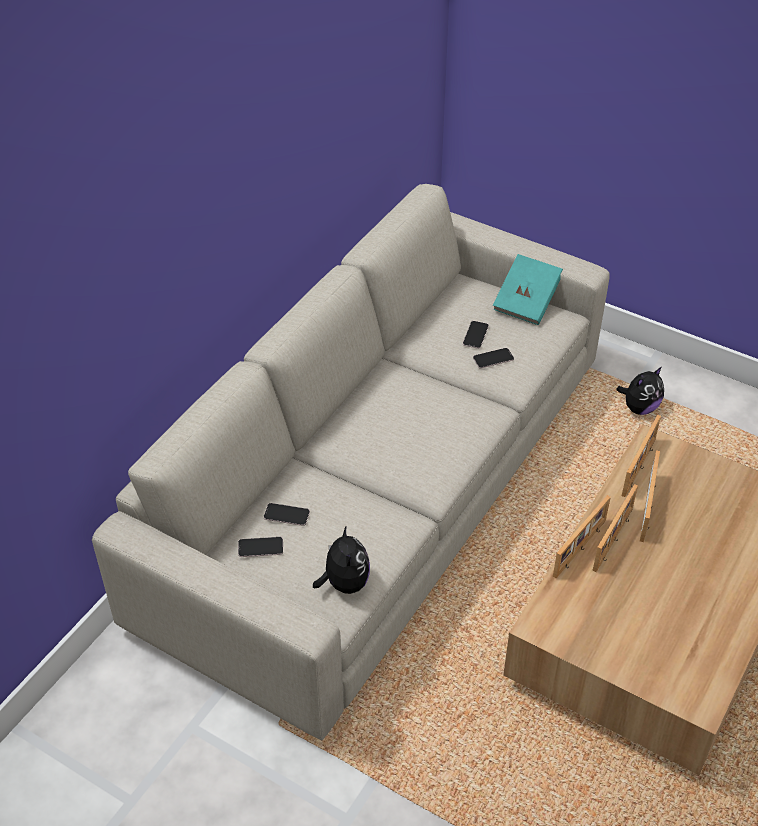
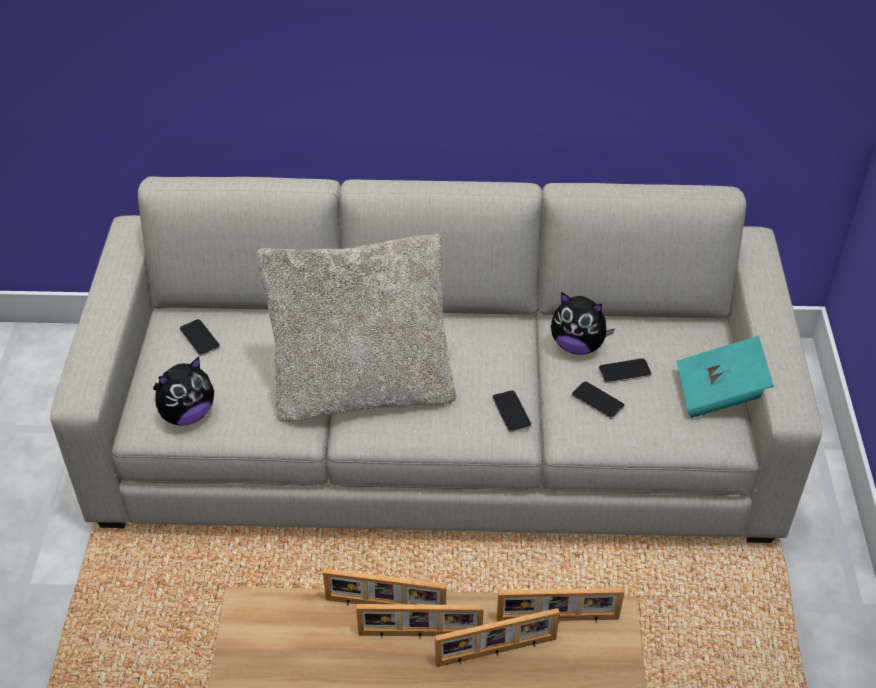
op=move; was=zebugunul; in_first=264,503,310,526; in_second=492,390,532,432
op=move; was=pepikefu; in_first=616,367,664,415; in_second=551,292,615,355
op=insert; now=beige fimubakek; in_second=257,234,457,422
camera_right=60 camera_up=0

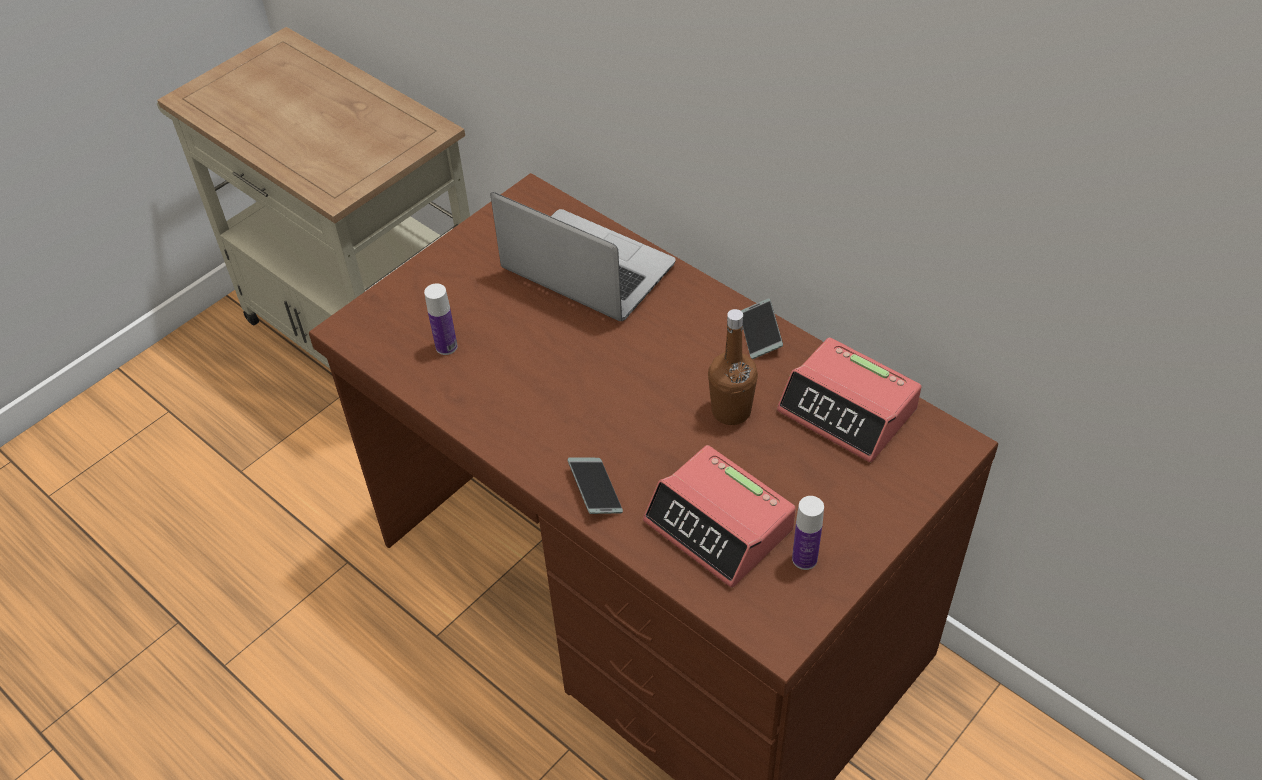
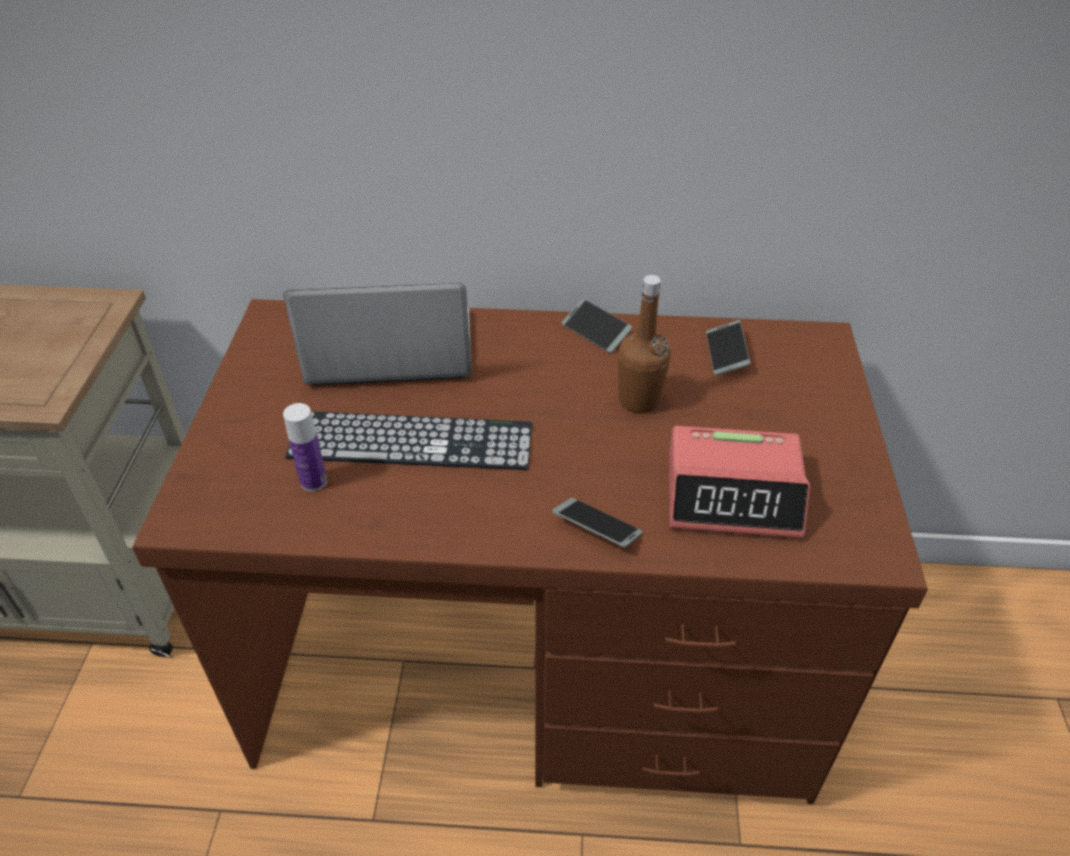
op=replace; was=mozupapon; now=zebugunul; in_first=777,337,921,463; in_second=706,320,750,376
op=delete; was=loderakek; in_first=792,496,824,570
op=insert; now=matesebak; in_second=285,411,532,470
camera_right=-40 camera_up=-5

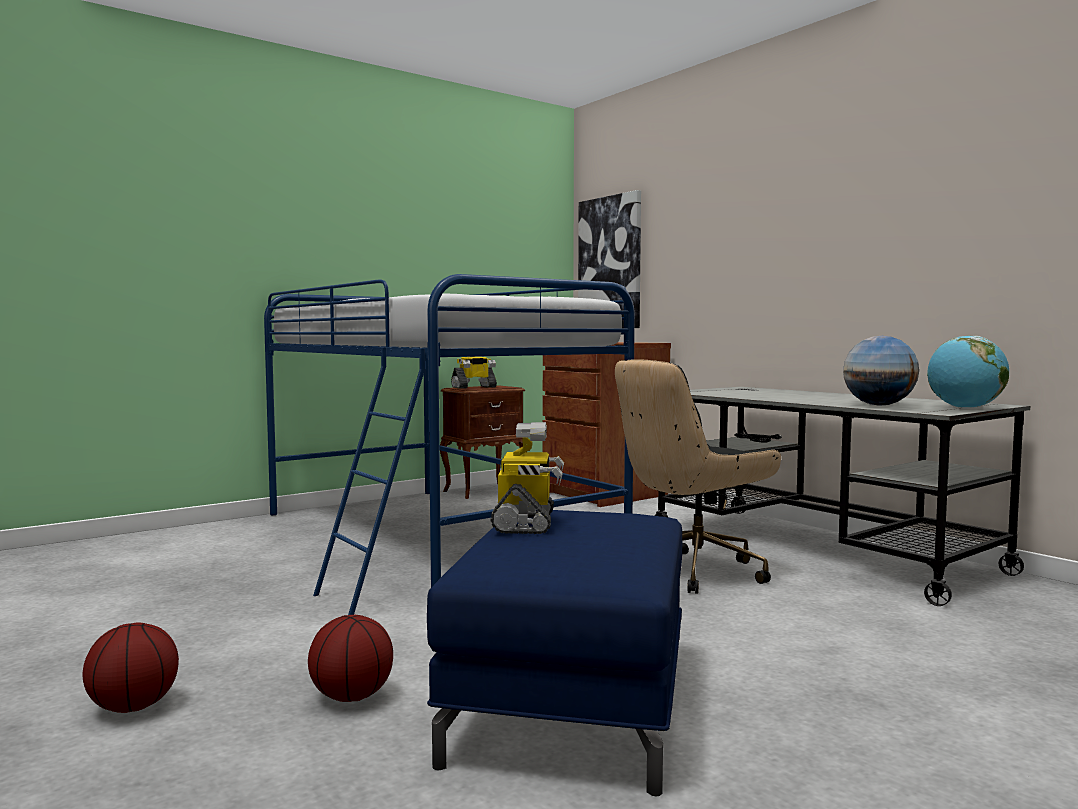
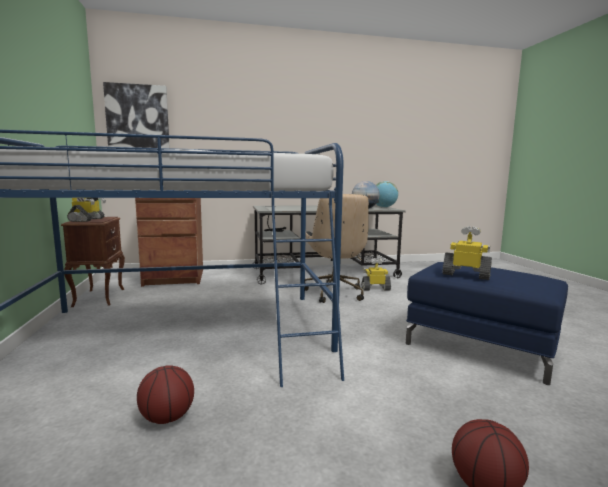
op=move; was=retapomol; in_first=308,615,393,702; in_second=137,365,194,424
op=insert; now=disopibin; in_second=361,258,391,291
camera_right=-65 camera_up=5

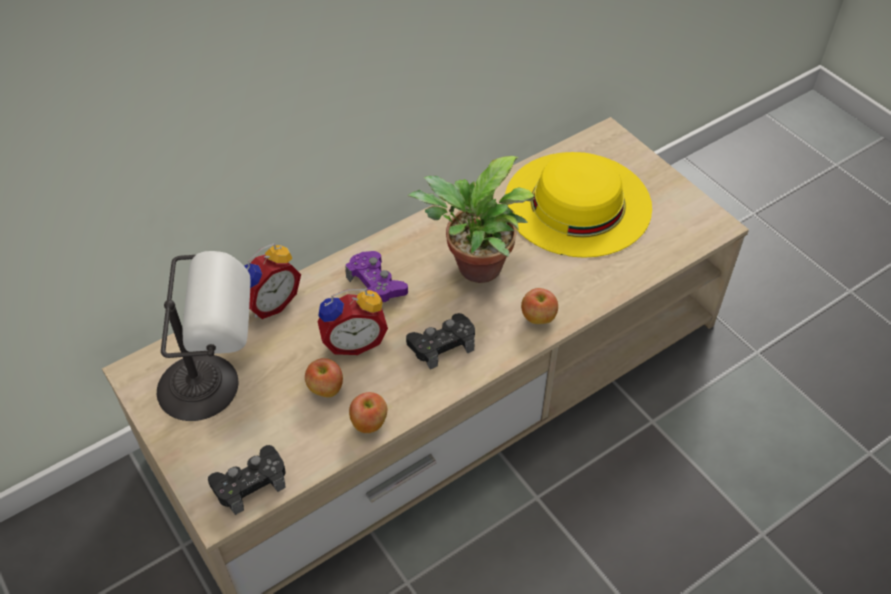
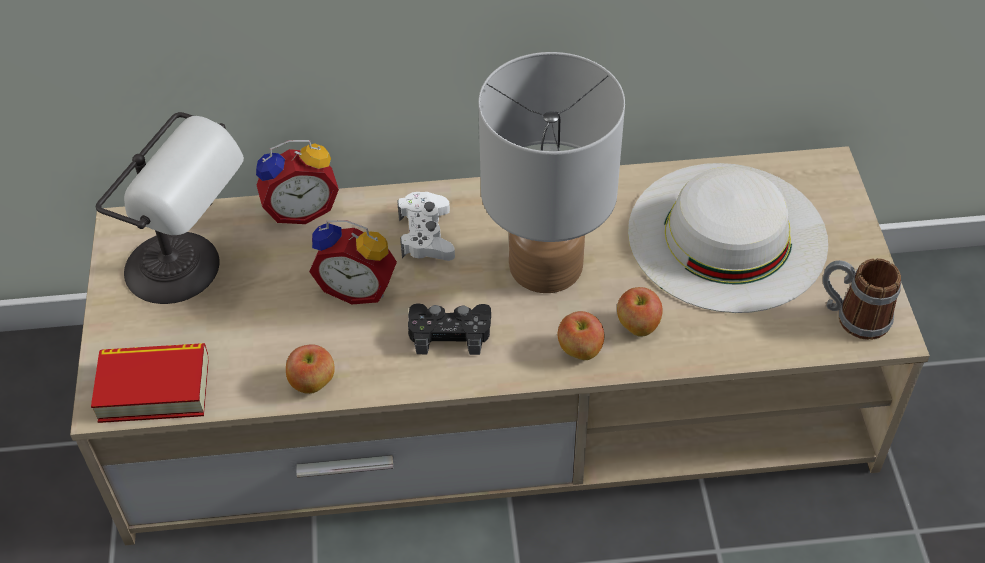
op=replace; was=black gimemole; now=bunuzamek; in_first=208,445,286,515; in_second=91,343,209,423
op=move; was=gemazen; in_first=305,358,343,398; in_second=617,287,663,337
op=recolor; was=purple gimemole; now=white gimemole; in_first=345,251,408,302; in_second=398,192,455,261
op=replace; was=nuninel; now=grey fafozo; in_first=407,156,535,283; in_second=478,52,625,293
op=recolor; was=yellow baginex; now=white baginex; in_first=505,152,652,258; in_second=628,163,828,313
op=insert; now=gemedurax; in_second=823,258,901,340
camera_right=30 camera_up=0

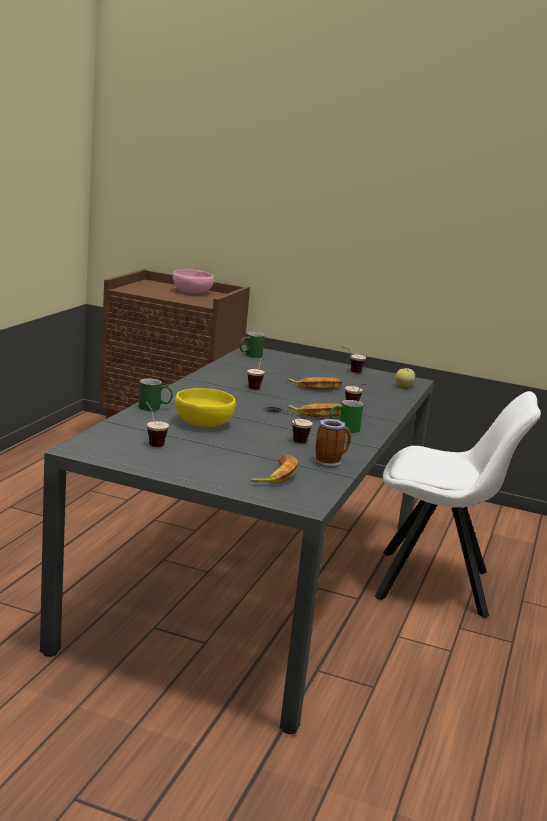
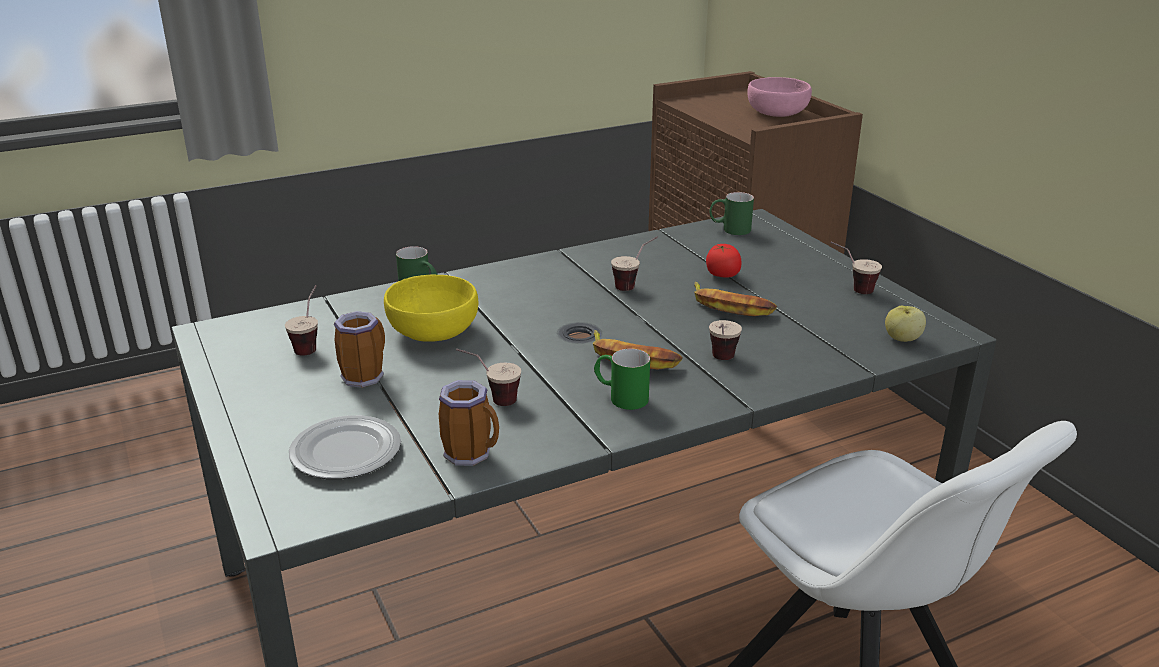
op=replace; was=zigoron; now=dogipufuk; in_first=251,455,298,484; in_second=289,415,401,479
op=insert; now=gemedurax; in_second=334,311,385,388
op=insert; now=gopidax; in_second=706,244,741,278
camera_right=45 camera_up=10

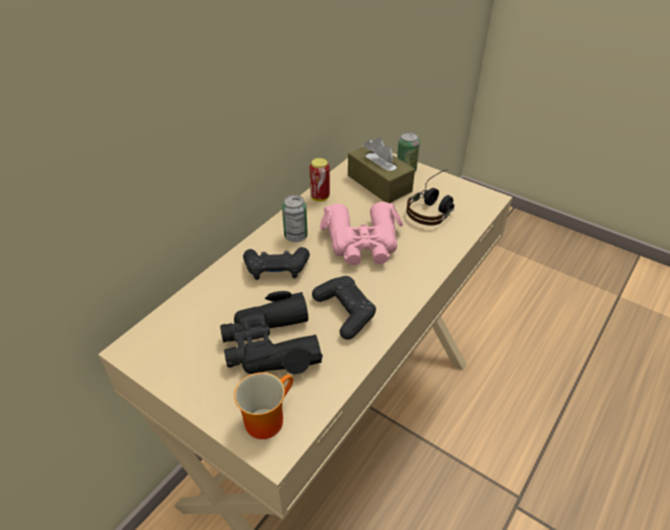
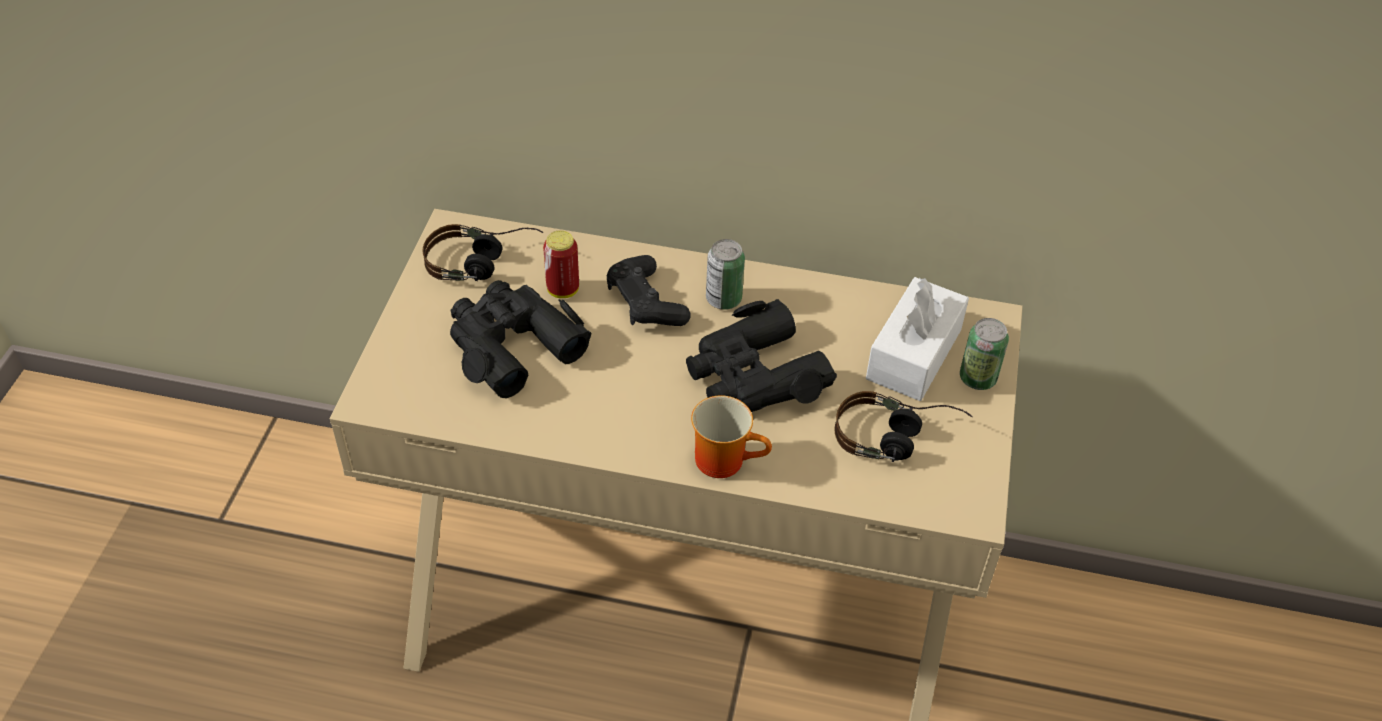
op=move; was=gemedurax; in_first=234,372,293,439; in_second=691,395,772,478
op=move; was=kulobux; in_first=310,158,330,202; in_second=543,230,579,298
op=delete; was=black gimemole; in_first=312,276,376,340
op=recolor; was=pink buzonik; now=black buzonik; in_first=320,202,403,265; in_second=686,299,837,412
op=recolor; was=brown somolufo; now=white somolufo; in_first=348,137,415,203; in_second=866,277,969,401
op=insert; now=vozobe; in_second=423,224,544,281
camera_right=65 camera_up=5

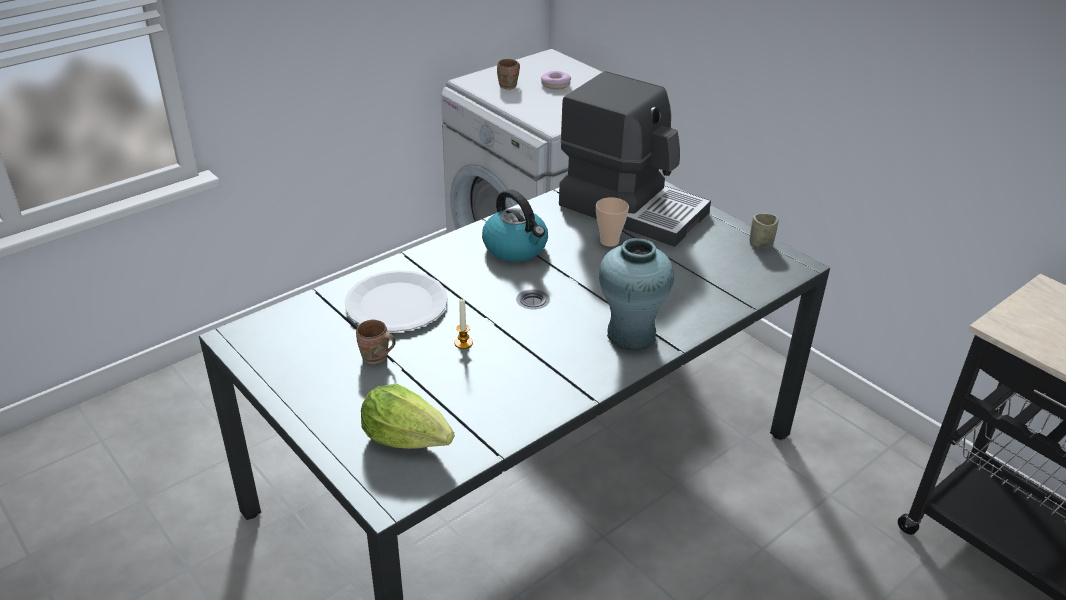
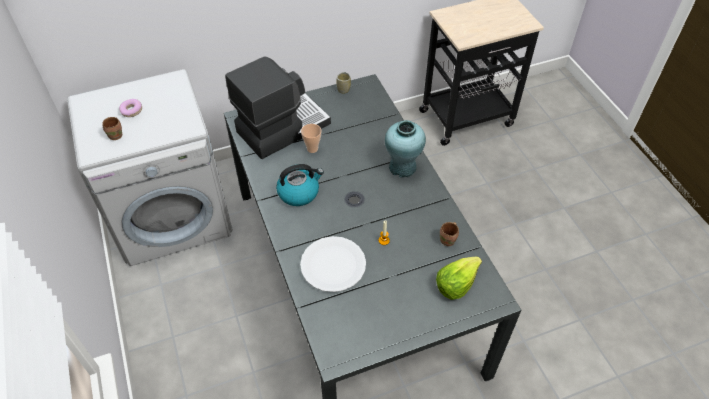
op=move; was=brown gemedurax; in_first=356,320,396,364; in_second=440,222,459,246
camera_right=-70 camera_up=15

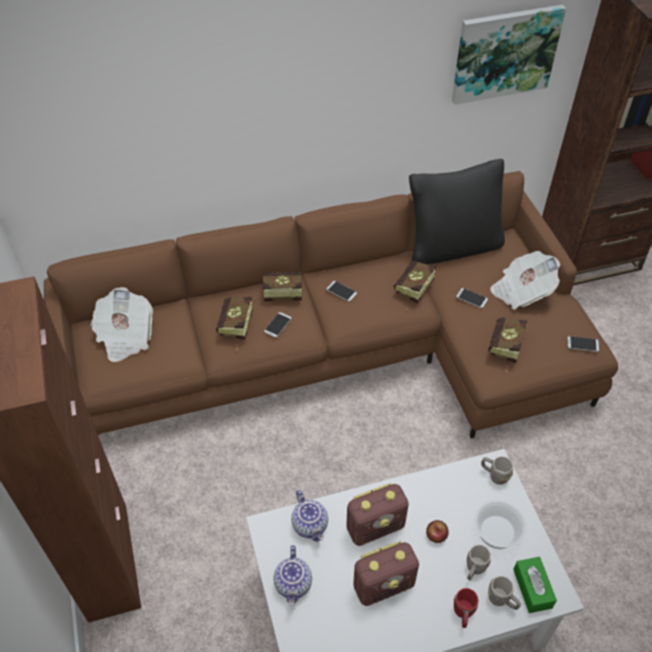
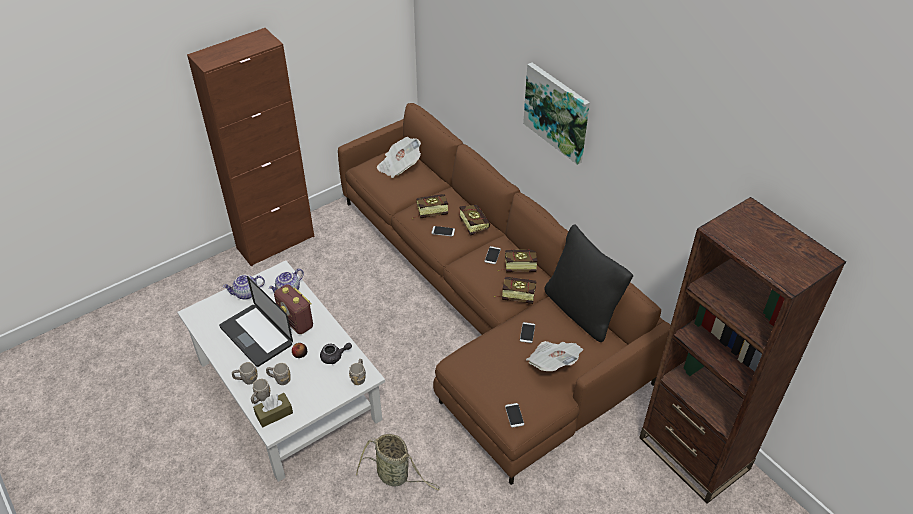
op=replace; was=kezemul; now=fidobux; in_first=353,541,419,606; in_second=219,276,293,367
op=move; was=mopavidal; in_first=452,5,566,105; in_second=523,63,590,165
op=recolor; was=red gemedurax; now=grey gemedurax; in_first=453,588,479,628; in_second=232,362,258,385
op=delete; was=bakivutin; in_first=474,500,527,549
op=move; was=bunuzamek; in_first=489,317,528,372; in_second=497,249,537,272
op=recolor; was=green somolufo; now=brown somolufo; in_first=513,557,557,613; in_second=253,393,293,428
op=insert; now=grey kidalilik; in_second=320,343,352,364
op=insert; now=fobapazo; in_second=356,434,440,490
camera_right=70 camera_up=-5

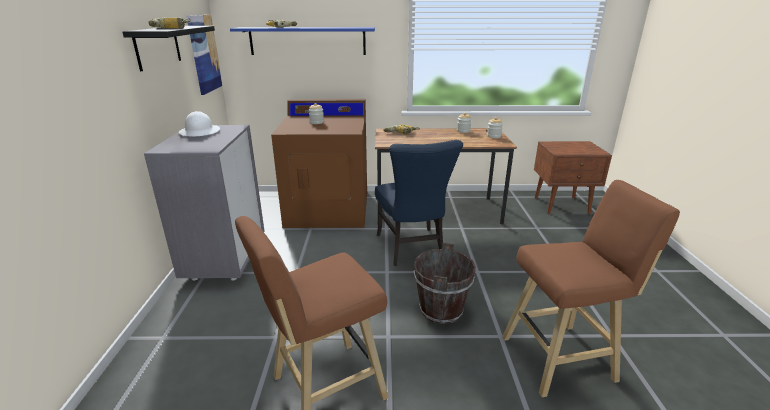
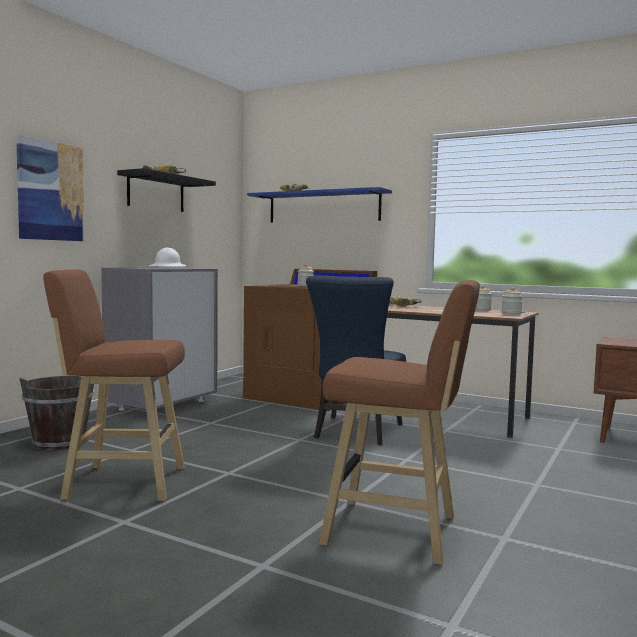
op=move; was=mopavidal; in_first=187,15,223,95; in_second=16,135,84,241
op=move; was=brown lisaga; in_first=414,243,476,324; in_second=19,376,94,450
camera_right=30 camera_up=-20

